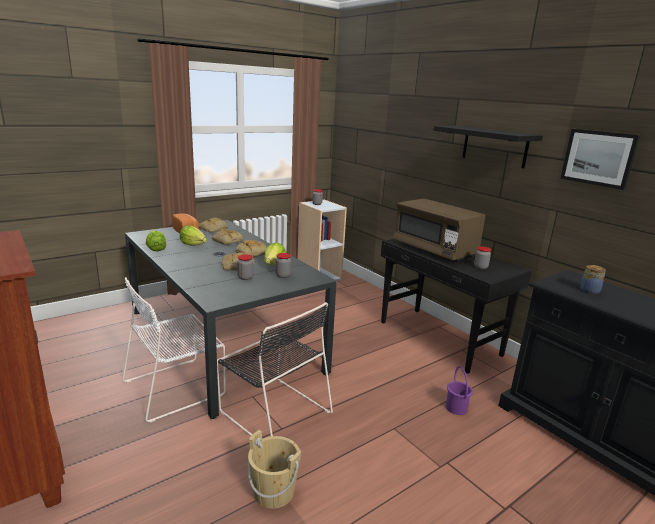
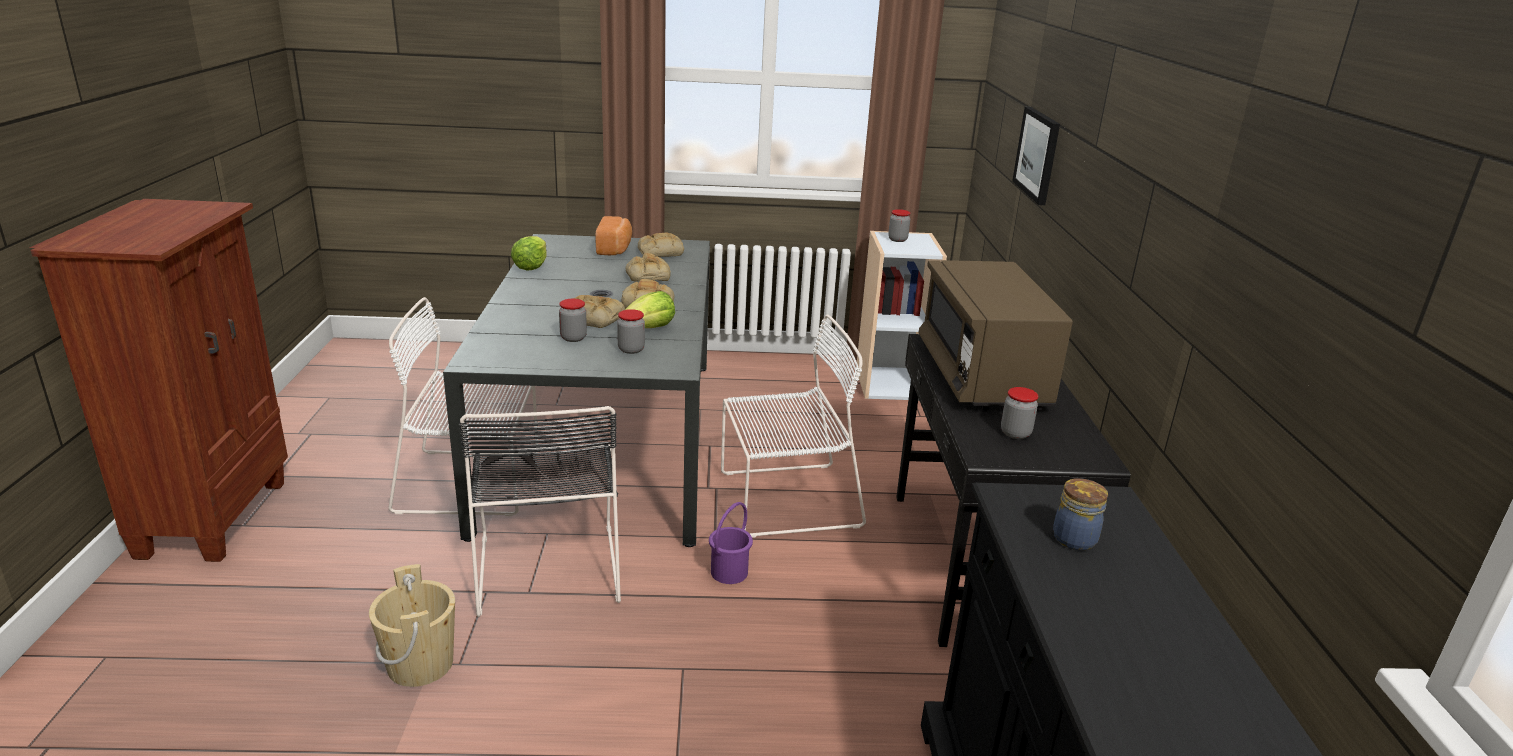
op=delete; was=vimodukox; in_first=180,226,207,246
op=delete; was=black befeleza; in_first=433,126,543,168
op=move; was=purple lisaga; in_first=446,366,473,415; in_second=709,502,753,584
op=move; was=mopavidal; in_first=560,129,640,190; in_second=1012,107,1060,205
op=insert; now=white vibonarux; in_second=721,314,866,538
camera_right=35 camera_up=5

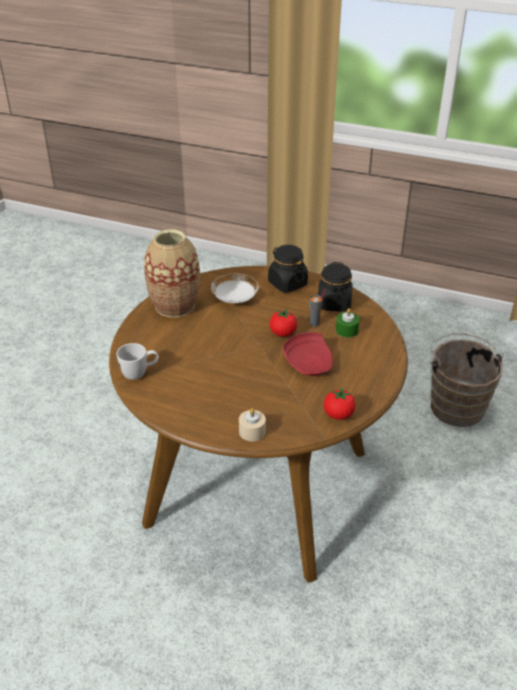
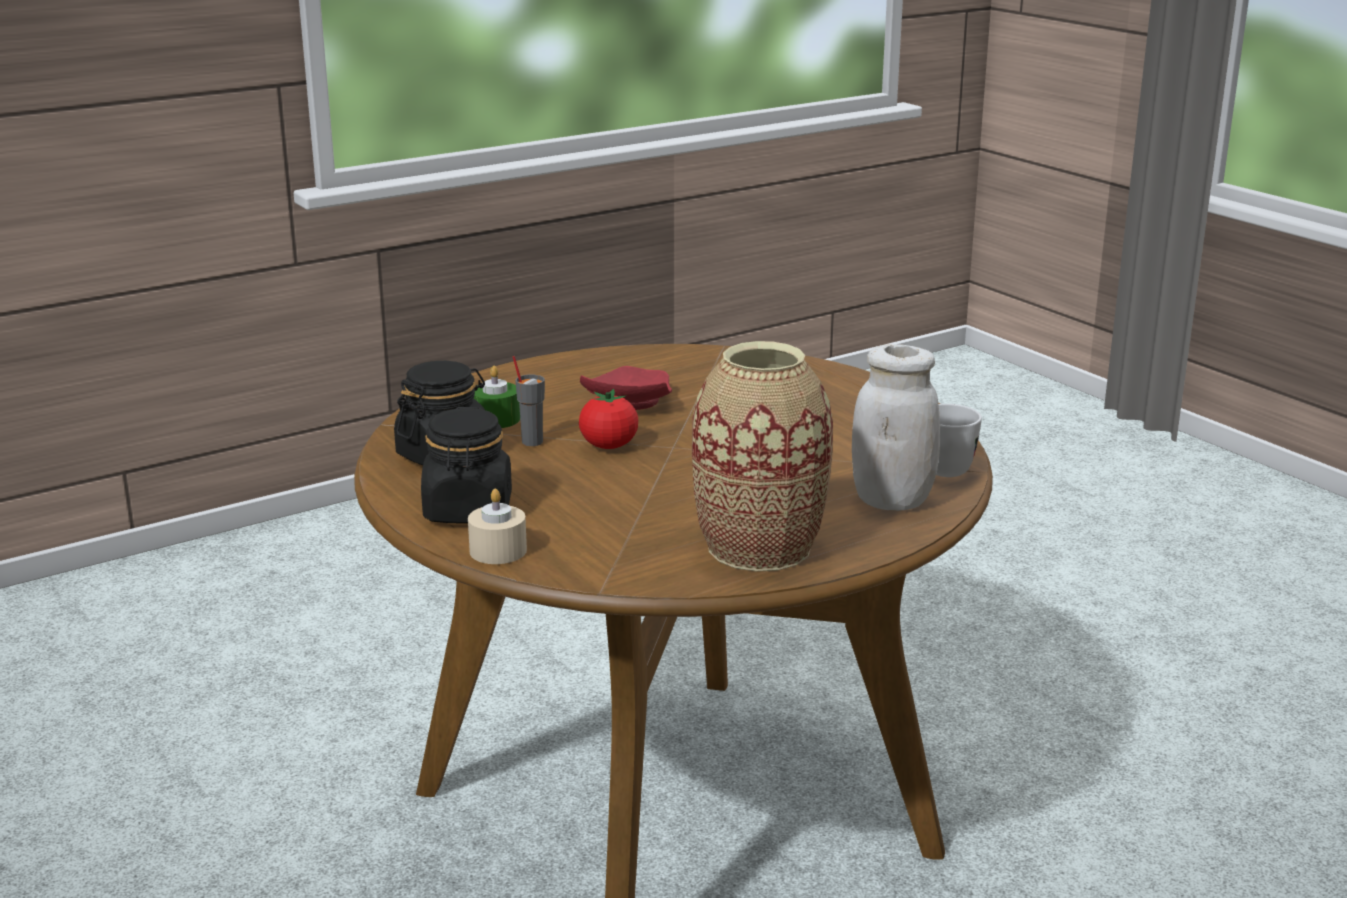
op=delete; was=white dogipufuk; in_first=211,274,259,303
op=move; was=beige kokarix; in_first=239,408,266,441; in_second=468,489,527,564
op=delete; was=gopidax; in_first=324,388,355,420
op=delete; was=brown lisaga; in_first=430,333,504,427
op=insert; now=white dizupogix; in_second=852,344,940,511
camera_right=-145 camera_up=-15

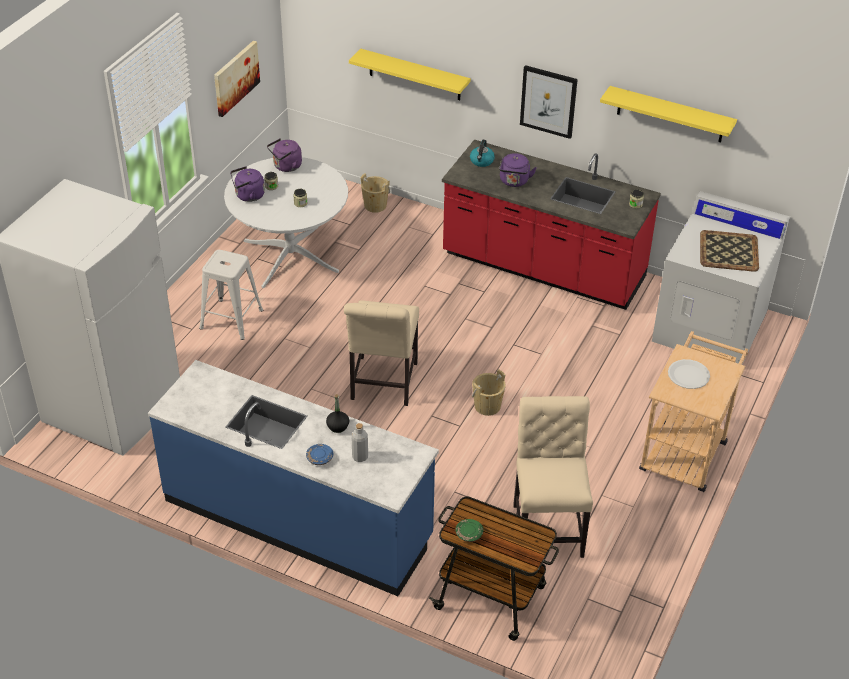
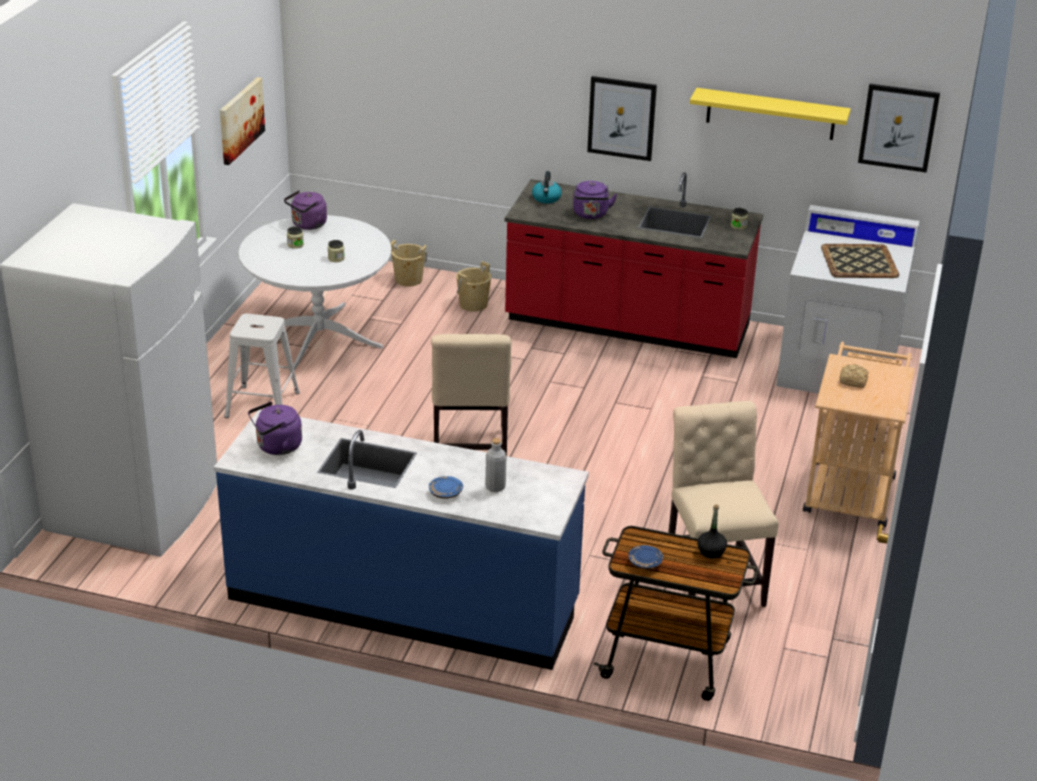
op=move; was=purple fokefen; in_first=230,166,265,202; in_second=248,402,302,455
op=move; was=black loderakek; in_first=326,394,349,433; in_second=697,504,727,558
op=delete; was=yellow befeleza; in_first=349,49,471,100
op=recolor; was=green dogipufuk; now=blue dogipufuk; in_first=456,519,484,542; in_second=628,545,663,569
op=move; was=beige lisaga; in_first=472,369,506,416; in_second=456,261,492,312
op=replace; was=white dogipufuk; now=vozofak; in_first=668,359,710,389; in_second=839,365,868,388
op=insert; now=mopavidal; in_second=858,84,940,173
camera_right=-10 camera_up=-10

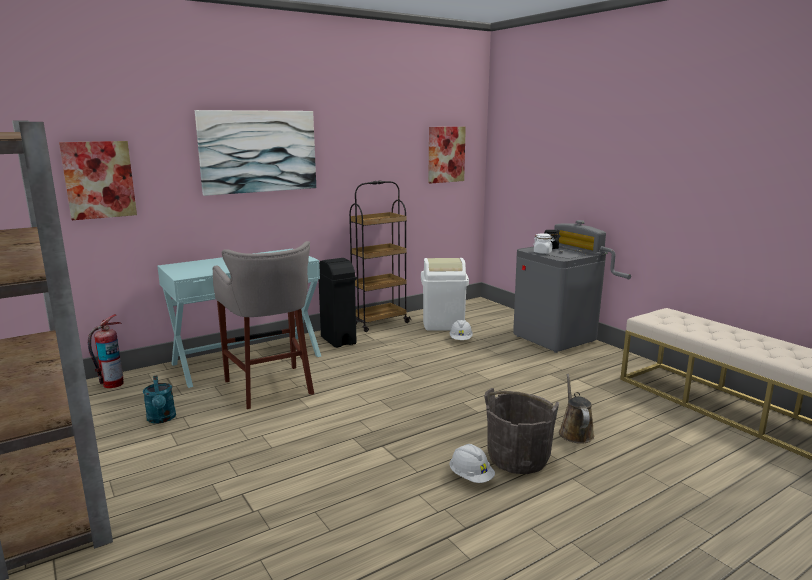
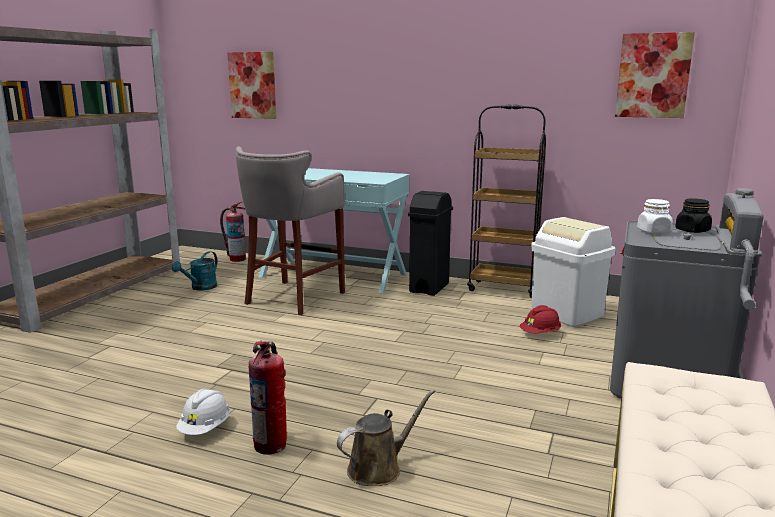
op=delete; was=mopavidal; in_first=195,110,316,196
op=recolor; was=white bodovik; now=red bodovik; in_first=450,320,473,340; in_second=520,305,561,333
op=replace; was=grey lisaga; now=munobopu; in_first=484,388,559,474; in_second=249,340,287,455
camera_right=55 camera_up=0

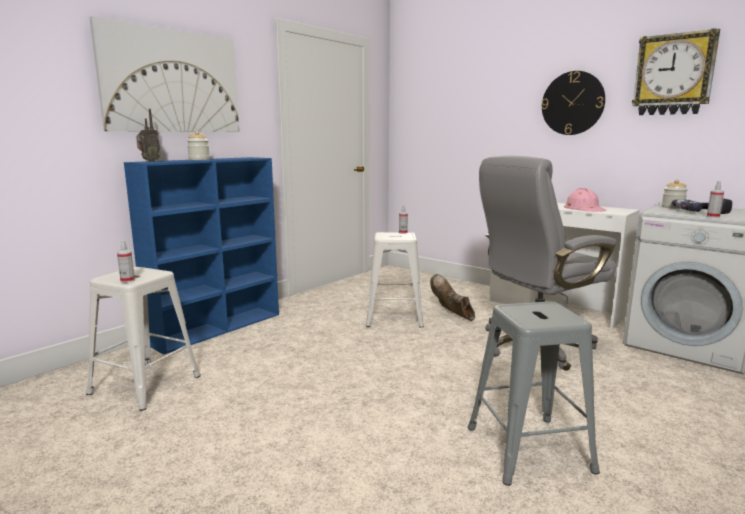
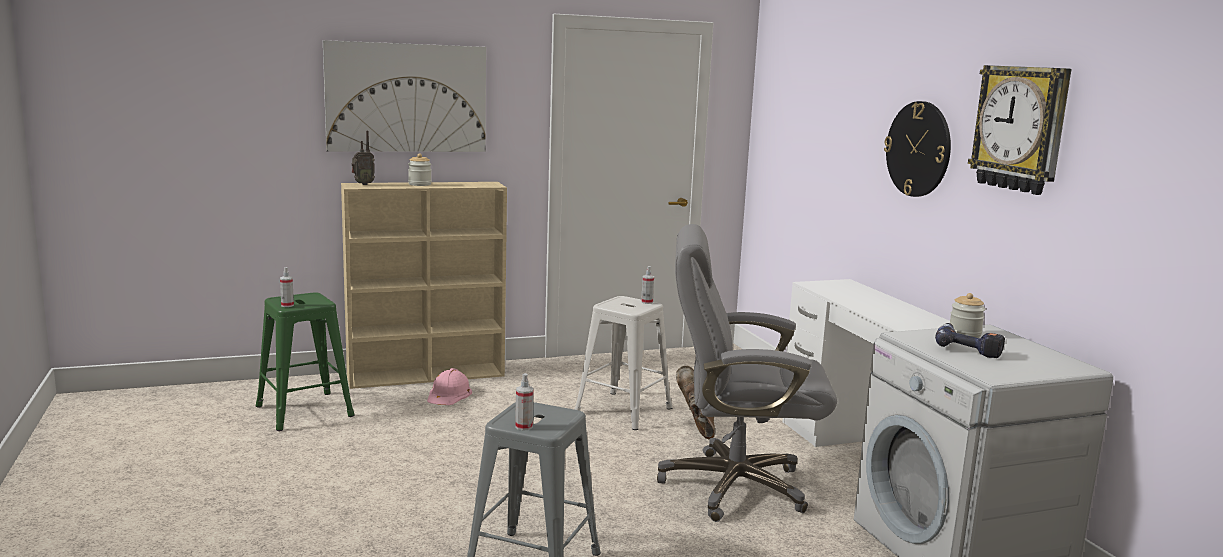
op=recolor; was=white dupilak; now=green dupilak; in_first=86,267,201,411; in_second=255,293,355,431
op=recolor; was=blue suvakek; now=beige suvakek; in_first=124,157,279,355; in_second=341,182,507,389
op=move; was=pink bodovik; in_first=564,188,607,212; in_second=427,368,472,405
op=move; was=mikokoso; in_first=707,181,724,218; in_second=515,373,534,430
camera_right=30 camera_up=0

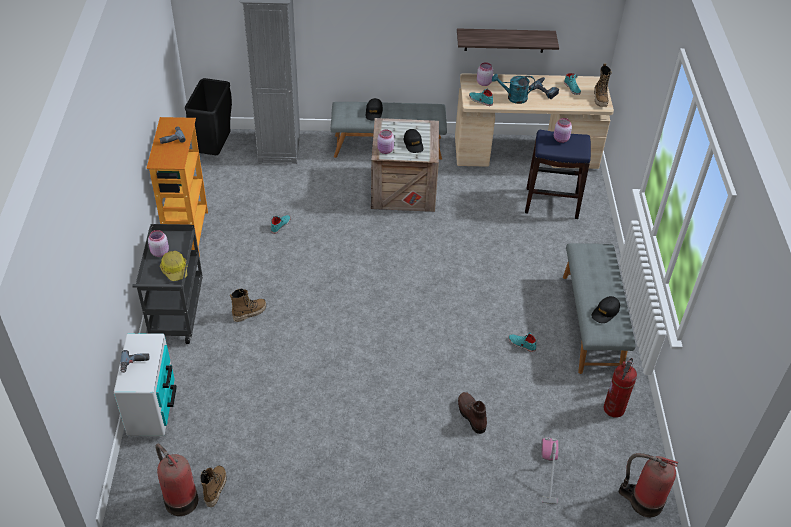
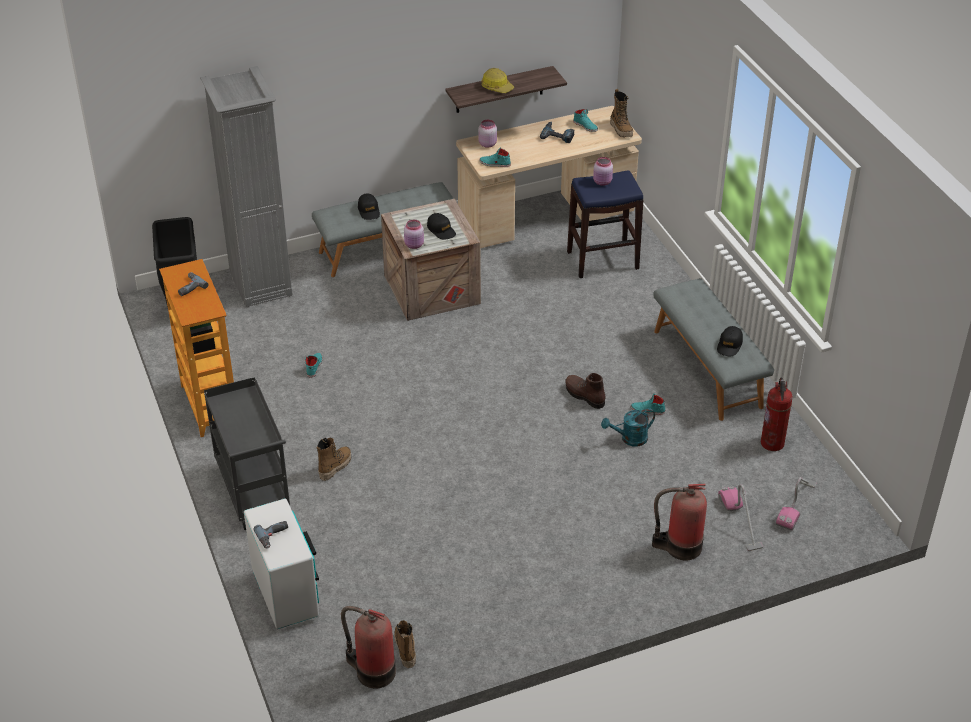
op=delete; was=pink dizupogix; in_first=148,230,169,257
op=move; was=bodovik; in_first=160,251,187,281; in_second=481,68,514,93
op=move; was=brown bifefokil; in_first=458,392,487,434; in_second=566,373,606,409
op=move; was=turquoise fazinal; in_first=492,74,535,104; in_second=601,408,655,447
op=move; was=munobopu; in_first=619,453,678,517; in_second=652,484,707,561
op=insert; now=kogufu; in_second=776,477,816,531
camera_right=-20 camera_up=-5

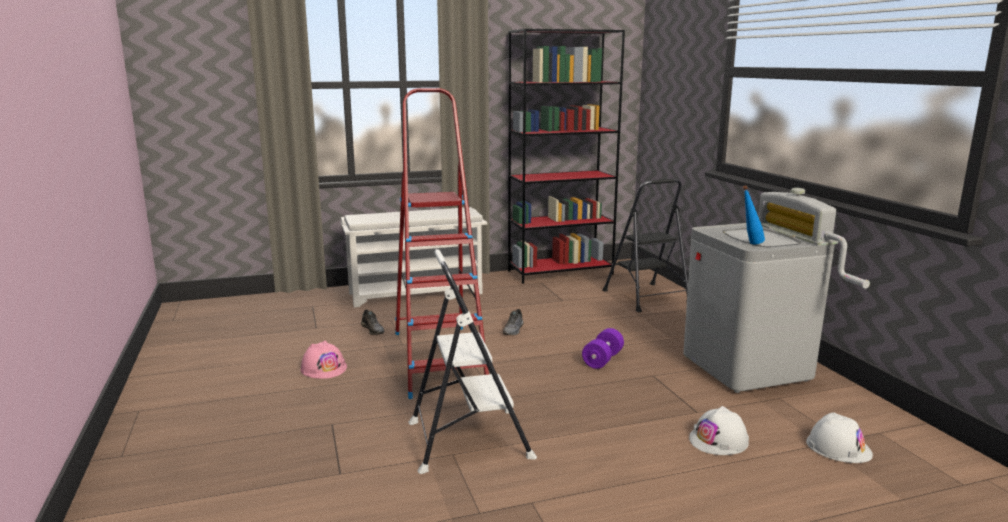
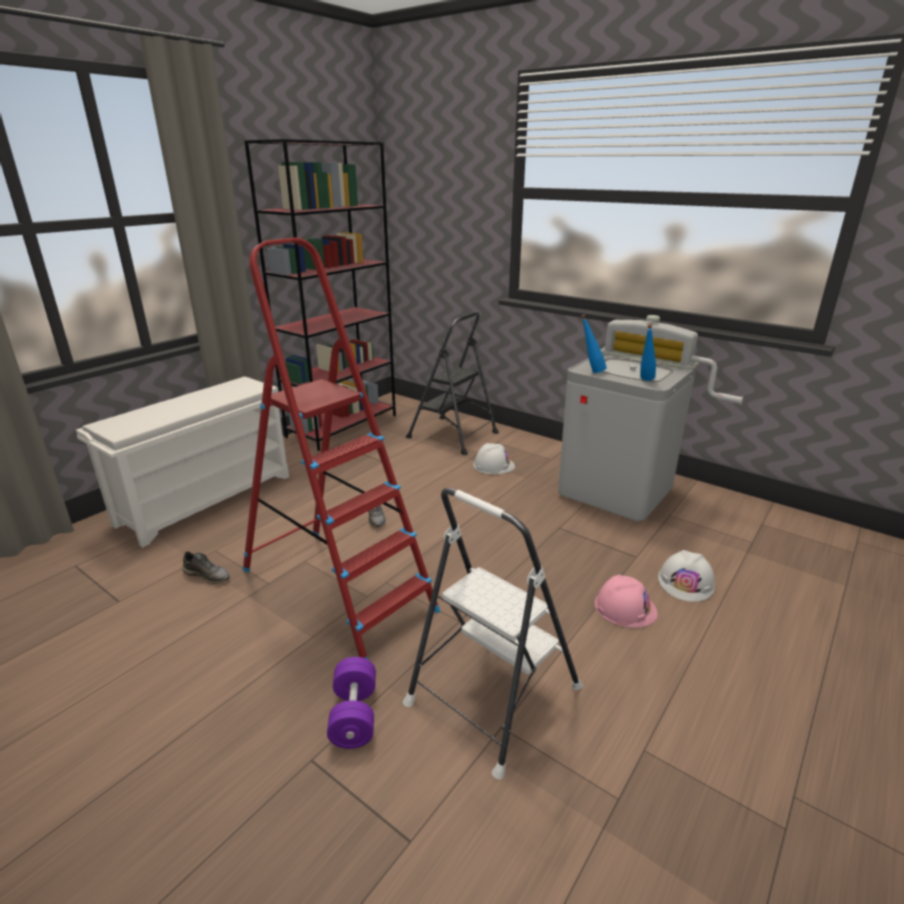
op=move; was=pink bodovik; in_first=301,341,347,379; in_second=594,575,658,628
op=move; was=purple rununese; in_first=582,328,624,369; in_second=327,657,376,749
op=move; was=white bodovik; in_first=806,412,873,463; in_second=473,443,515,474
op=insert; now=blue loderakek; in_second=581,314,607,373
camera_right=-35 camera_up=10

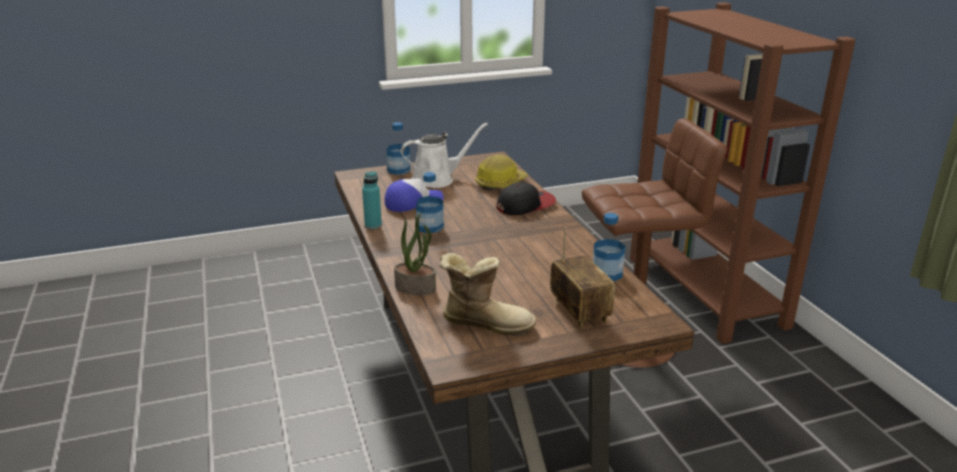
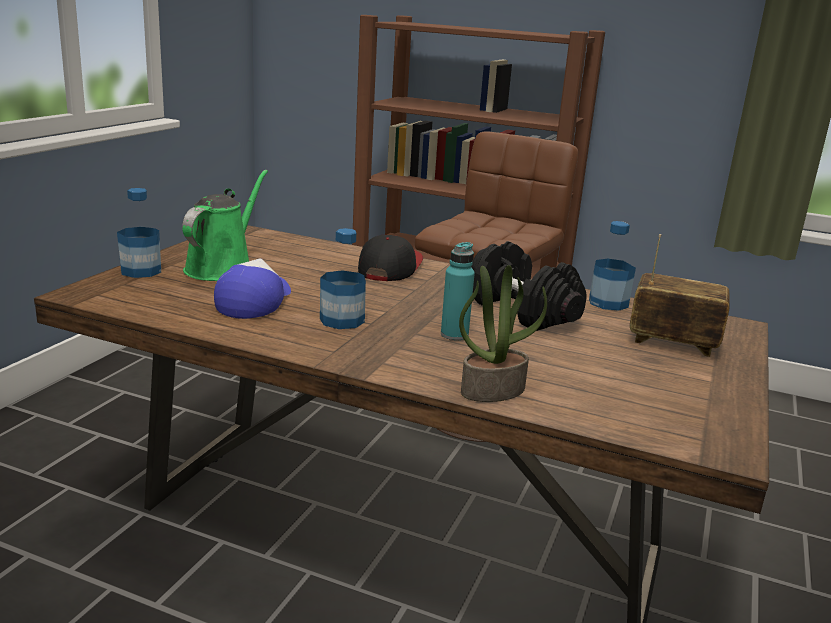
op=move; was=turquoise loderakek; in_first=362,172,382,229; in_second=441,242,475,340
op=recolor; was=white fazinal; now=green fazinal; in_first=401,123,488,188; in_second=182,170,268,281
op=delete; was=bifefokil; in_first=439,253,536,336
op=delete; was=bodovik; in_first=475,155,528,190
op=insert; now=black rununese; in_second=471,241,587,331
camera_right=-50 camera_up=-5

